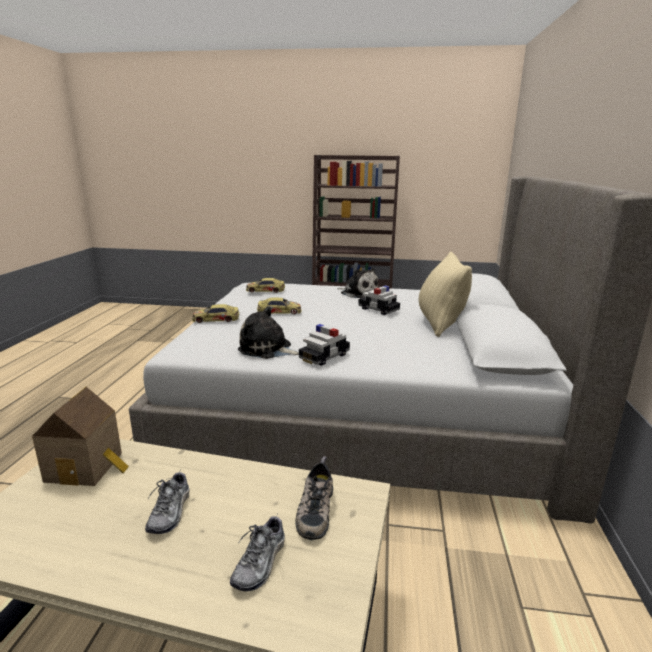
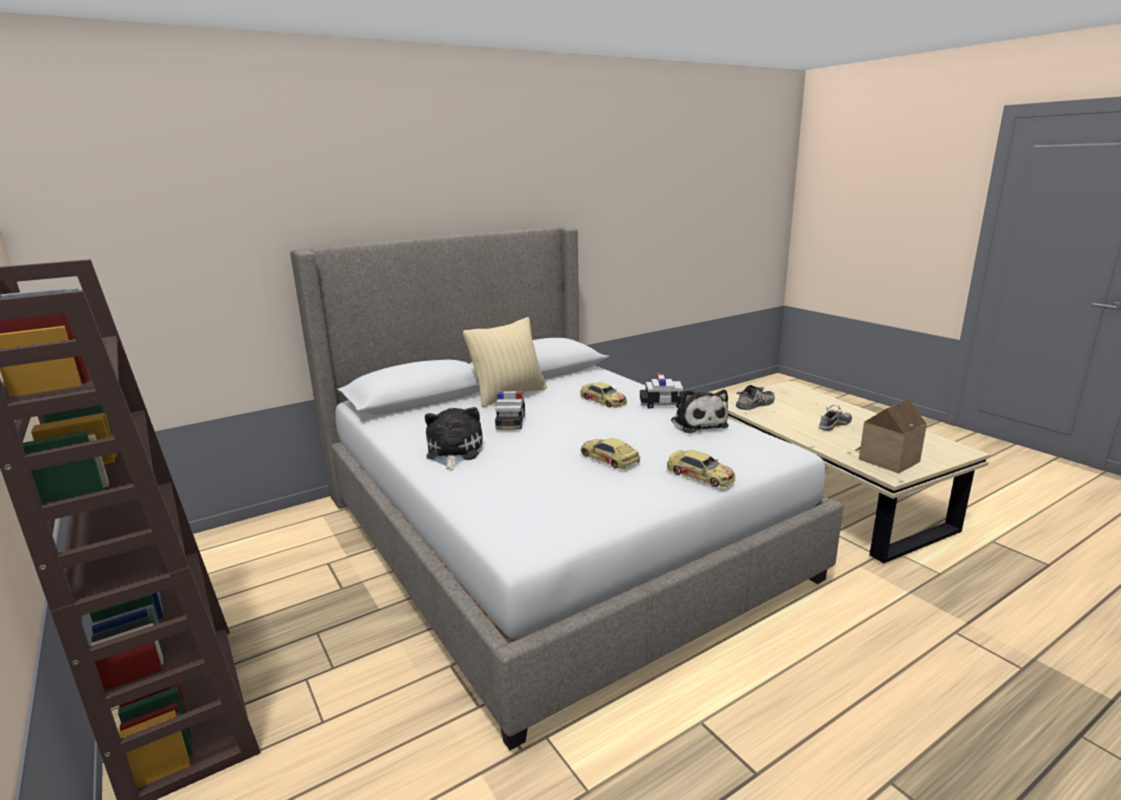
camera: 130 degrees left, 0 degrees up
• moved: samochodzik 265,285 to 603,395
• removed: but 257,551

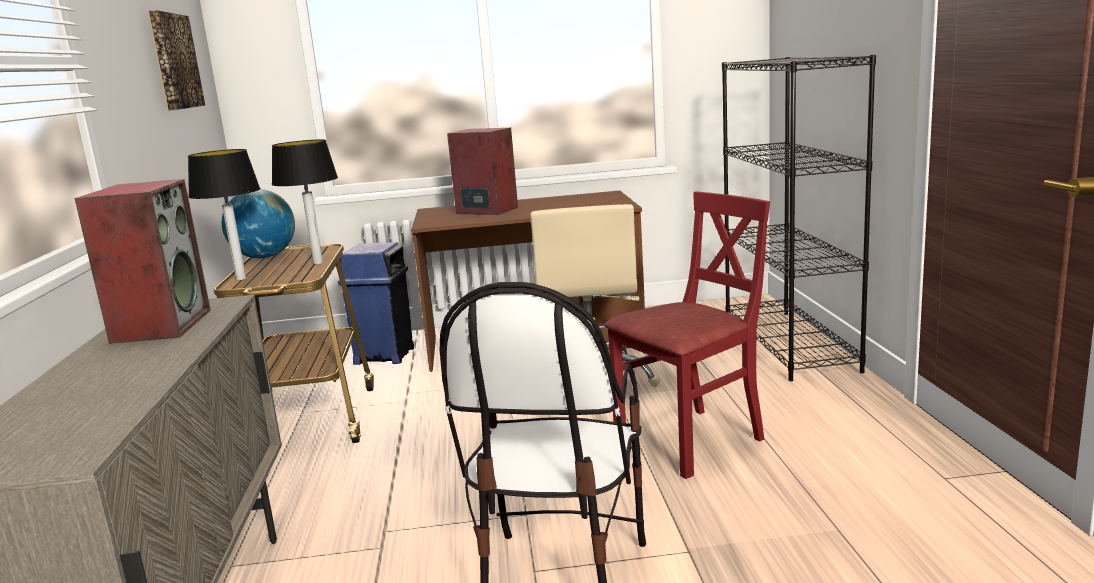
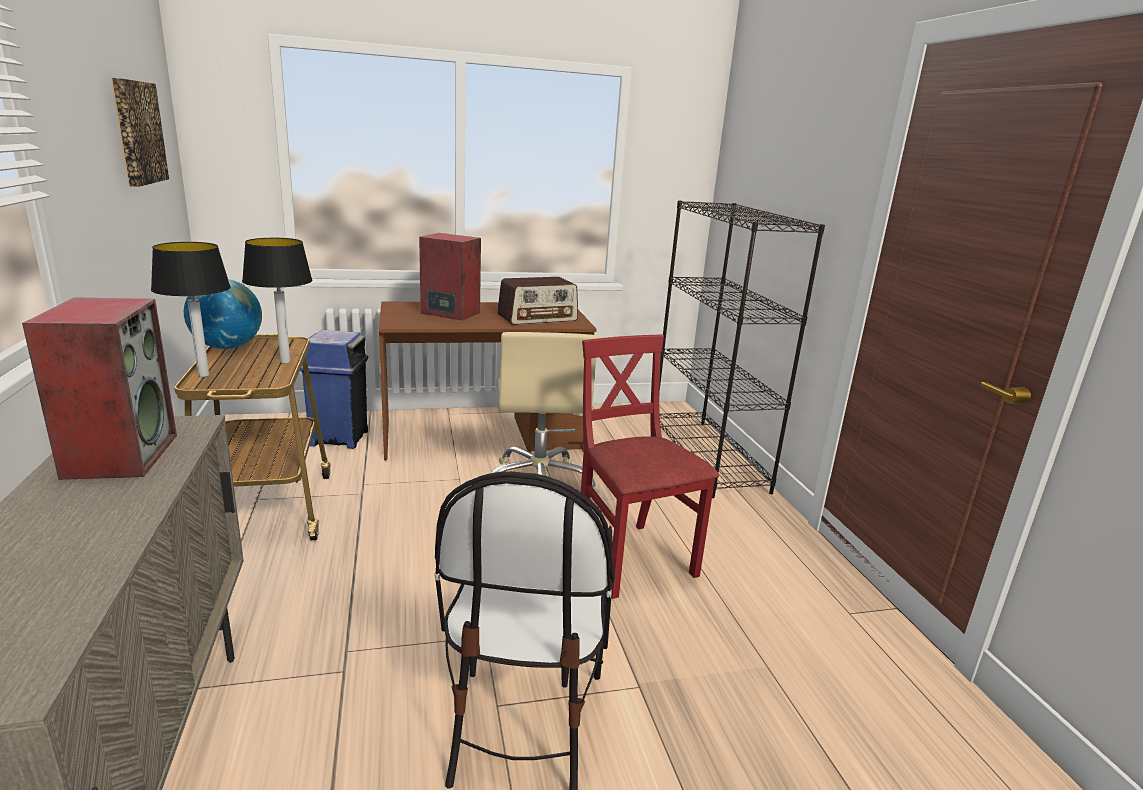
camera: 10 degrees left, 5 degrees up
• turned: krzesło/czerwony 687,335 = 650,467 75 degrees counterclockwise
• added: radio 537,301

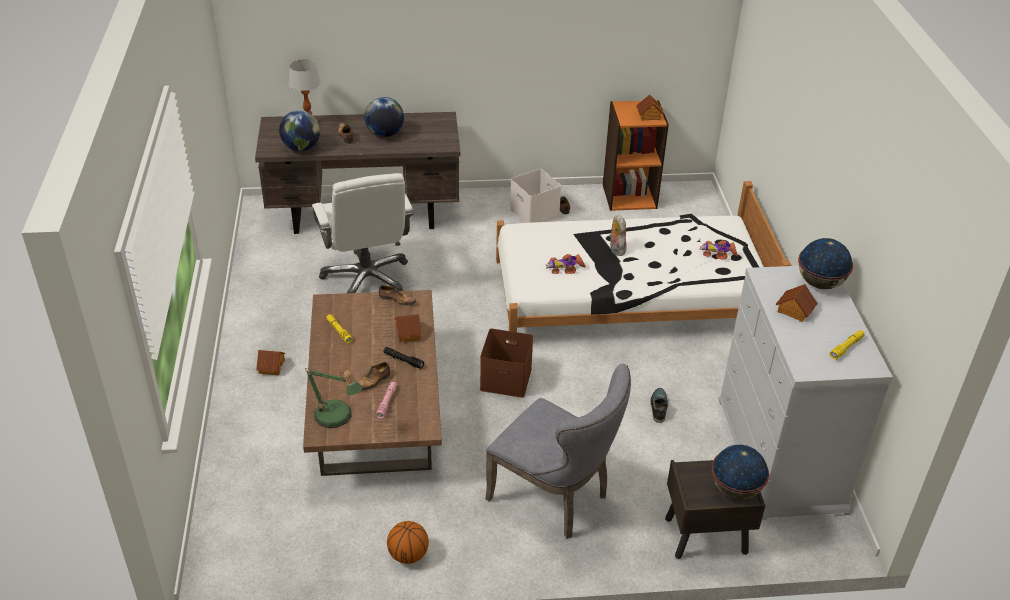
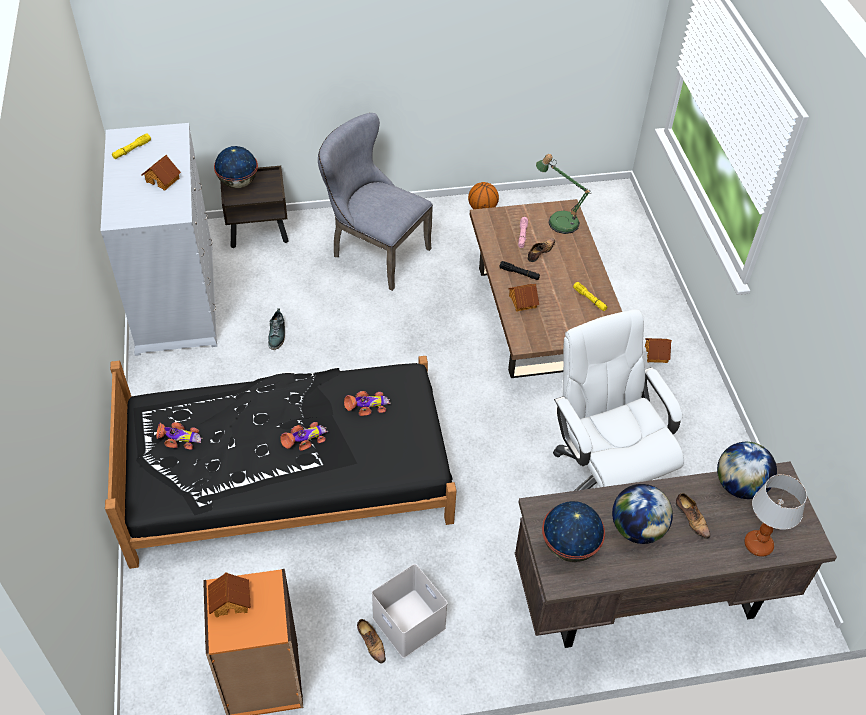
camera: 175 degrees right, 10 degrees up
• recoloured: łóżko/biały 644,262 to łóżko/czarny 281,462
• replaced: pluszak 618,235 to samochodzik 304,436
• moved: globus 825,263 to 573,531
• removed: but 397,295
• removed: pojemnik do przechowywania/brązowy 506,363

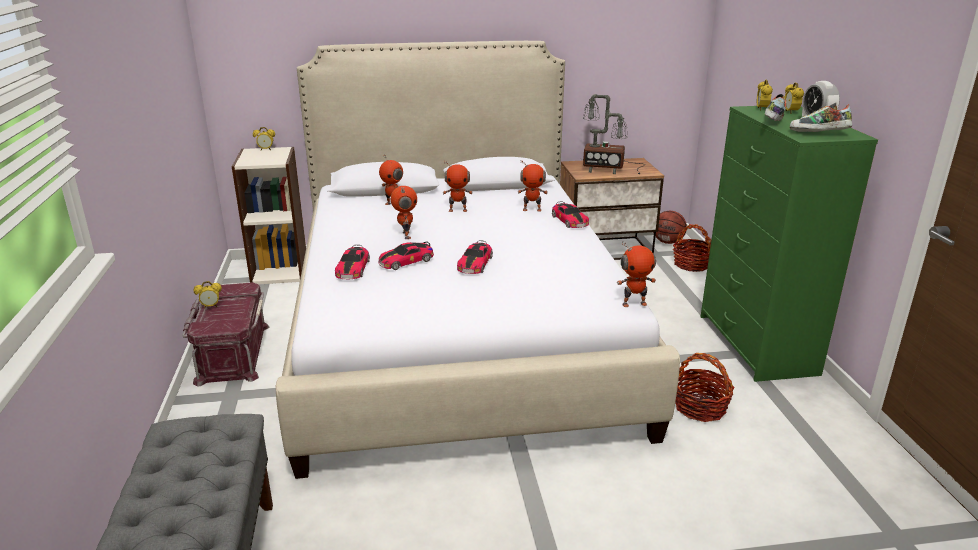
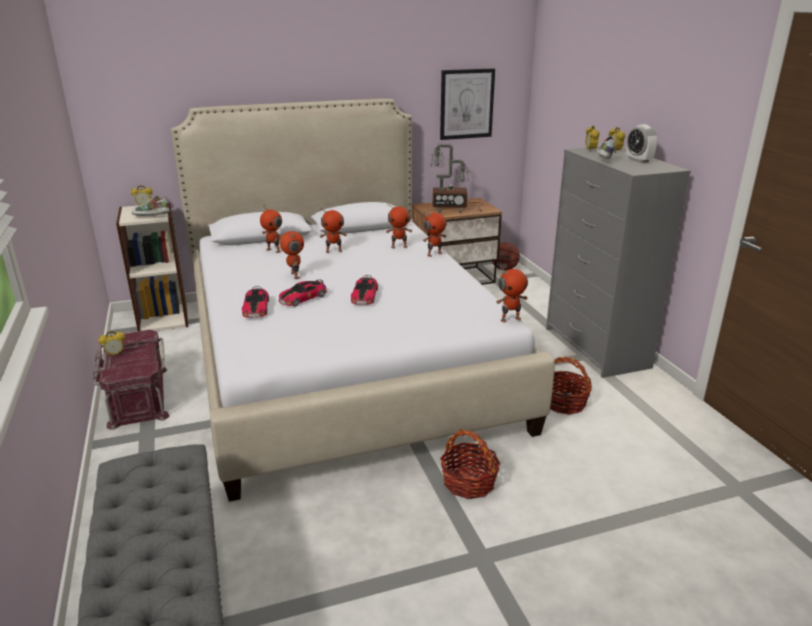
camera: 10 degrees left, 0 degrees up
• moved: but 821,117 to 151,206
• recoloured: komoda/zielony 789,244 to komoda/szary 618,262
• replaced: samochodzik 570,214 to robot zabawkowy 434,234
• moved: koszyk 692,248 to 470,464
• added: obraz 467,104

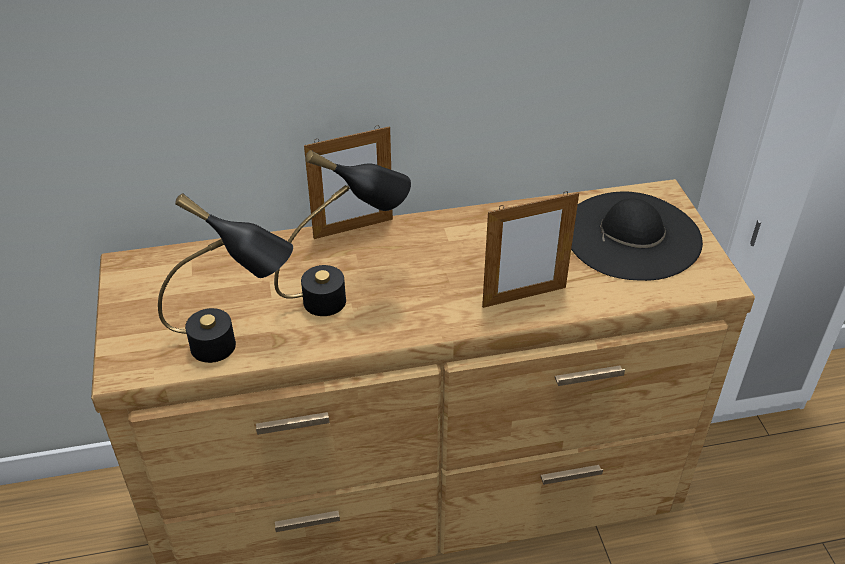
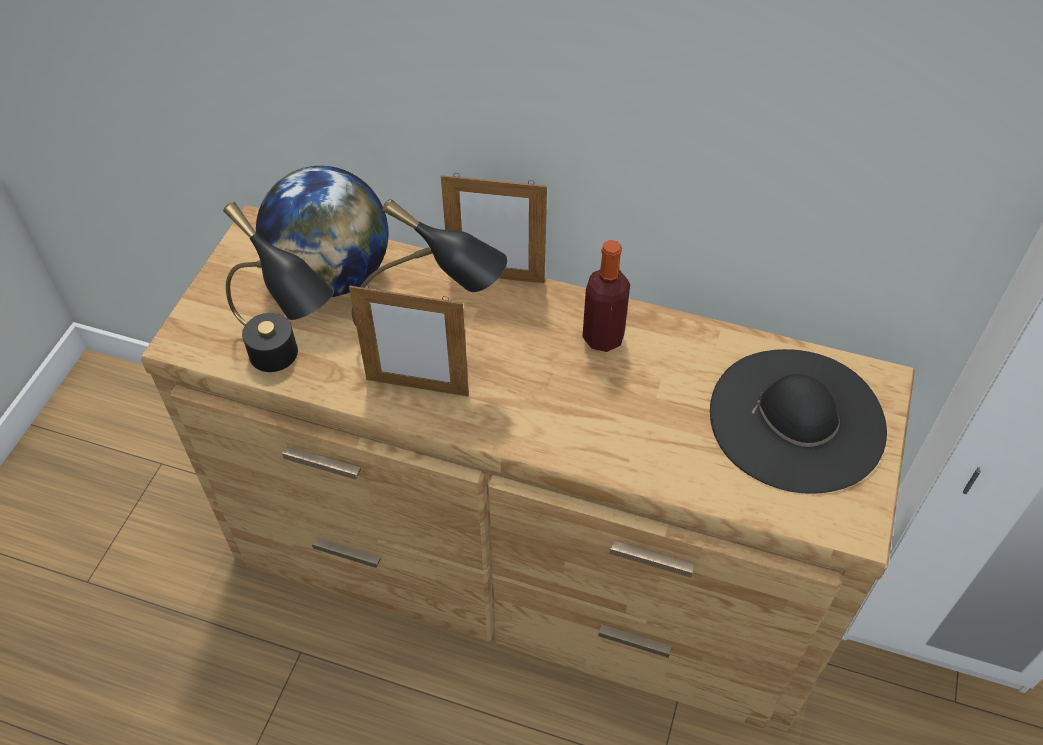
camera: 30 degrees right, 10 degrees up
• moved: ramka na zdjęcie 530,249 to 409,340
• added: globus 322,231
• added: butelka 606,296

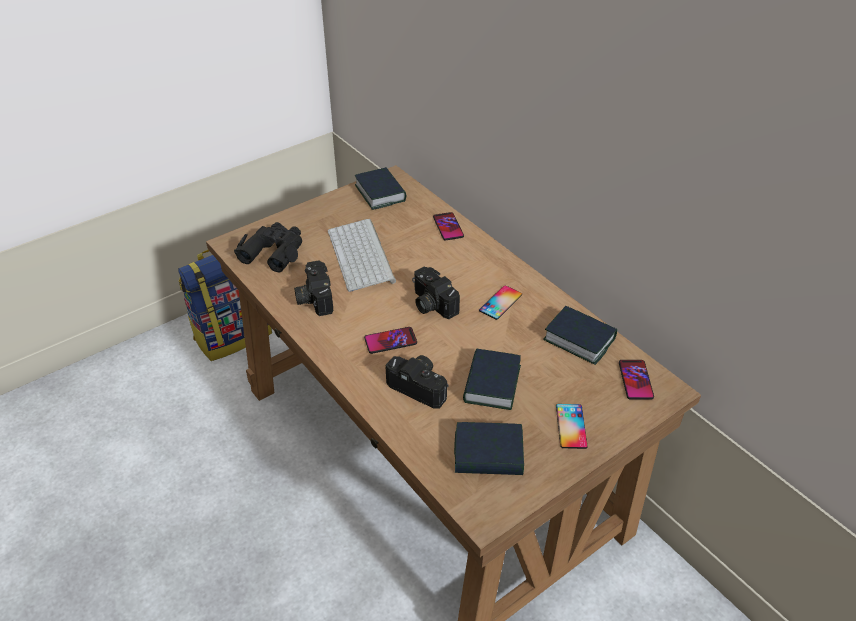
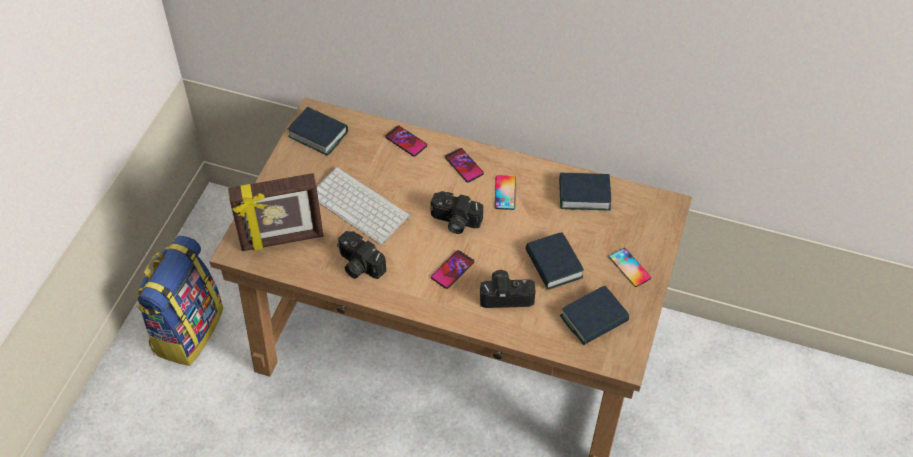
camera: 35 degrees left, 10 degrees up
• replaced: lornetka/czarny 268,247 to ramka na zdjęcie 275,212
• moved: telefon 636,380 to 464,165

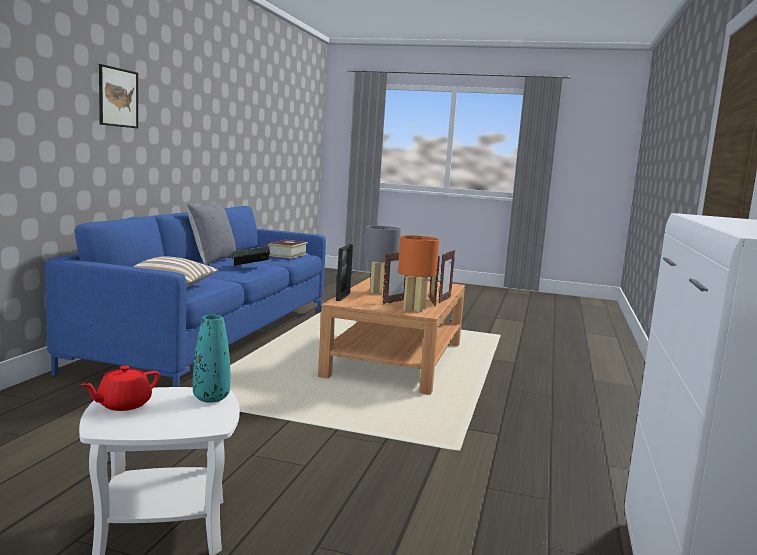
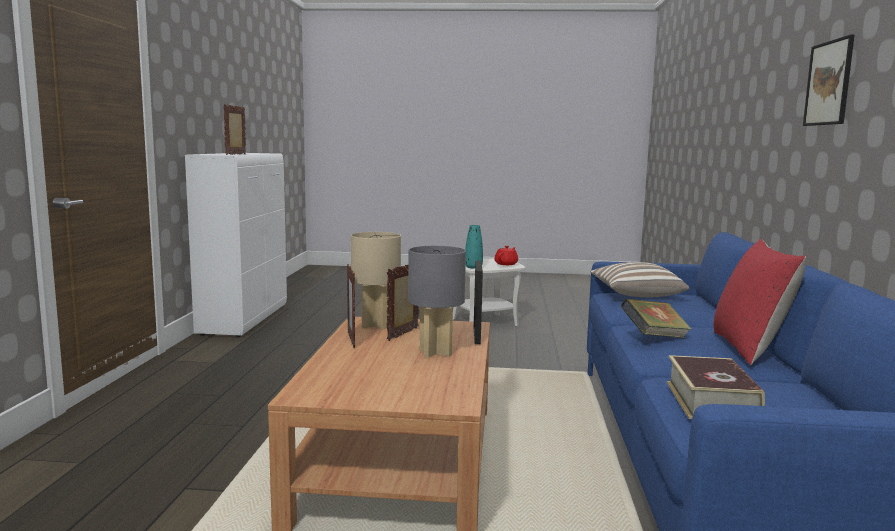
camera: 170 degrees right, 0 degrees up
• recoloured: poduszka/szary 211,233 to poduszka/czerwony 760,302
• recoloured: lampa stołowa/pomarańczowy 418,273 to lampa stołowa/beżowy 376,280
• moved: ramka na zdjęcie 446,276 to 234,129

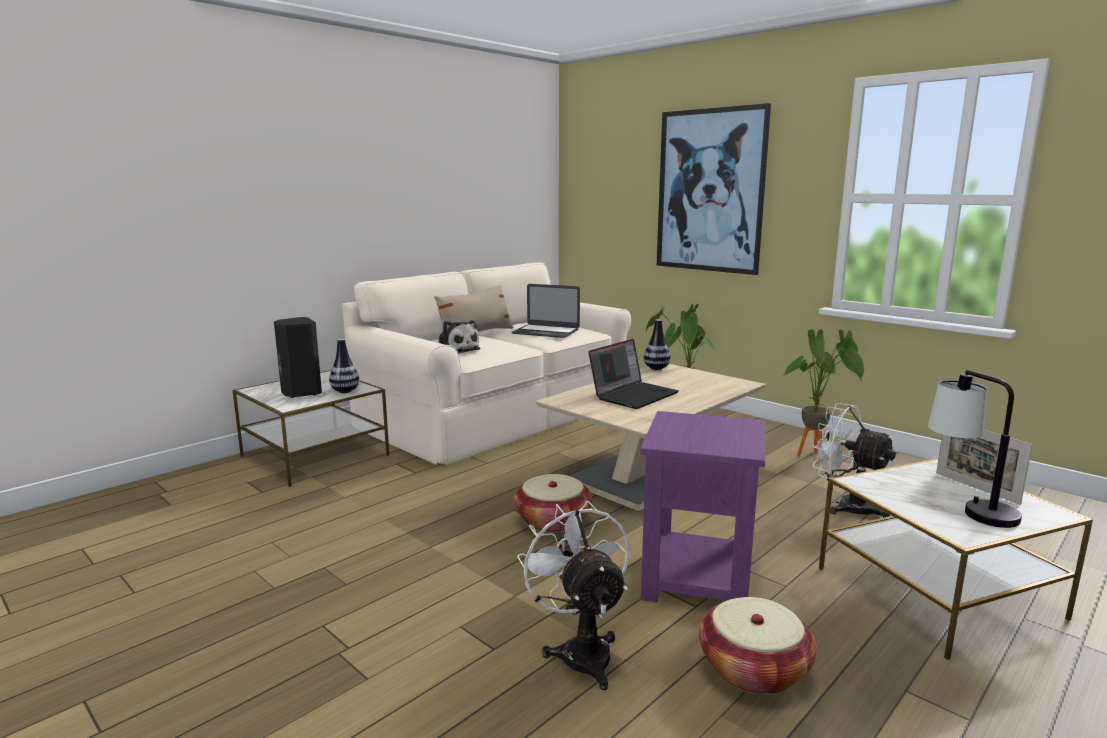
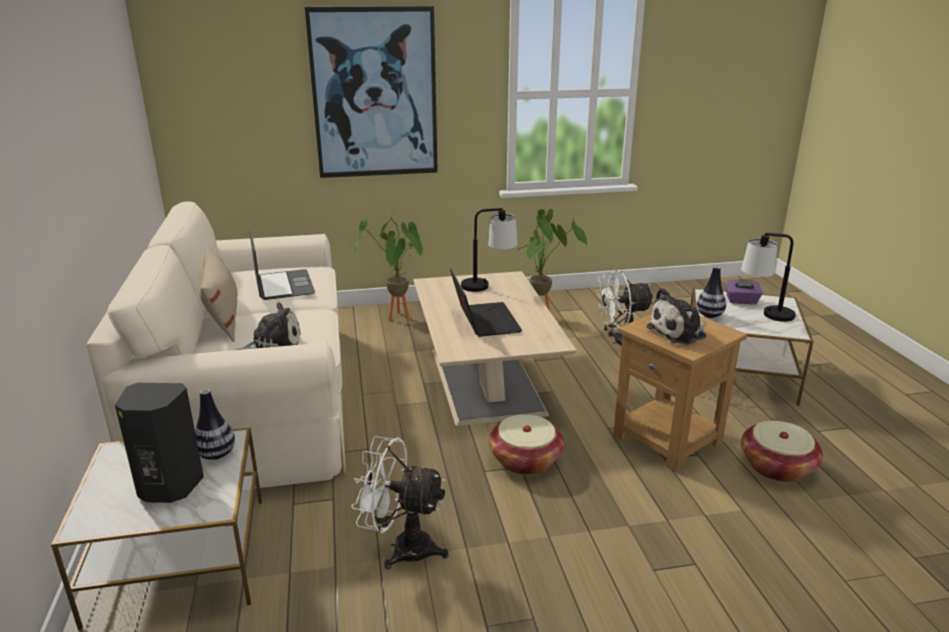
camera: 55 degrees left, 10 degrees up
• turned: laptop 545,311 = 282,264 75 degrees counterclockwise
• moved: wazon 657,344 to 711,292
• recoloured: stolik/fioletowy 702,507 to stolik/brązowy 680,393
• replaced: ramka na zdjęcie 984,467 to pudełko chusteczek/fioletowy 744,291
• moved: wentylator/biały 573,595 to 400,502
• added: lampa stołowa 489,250
• added: pluszak 676,316

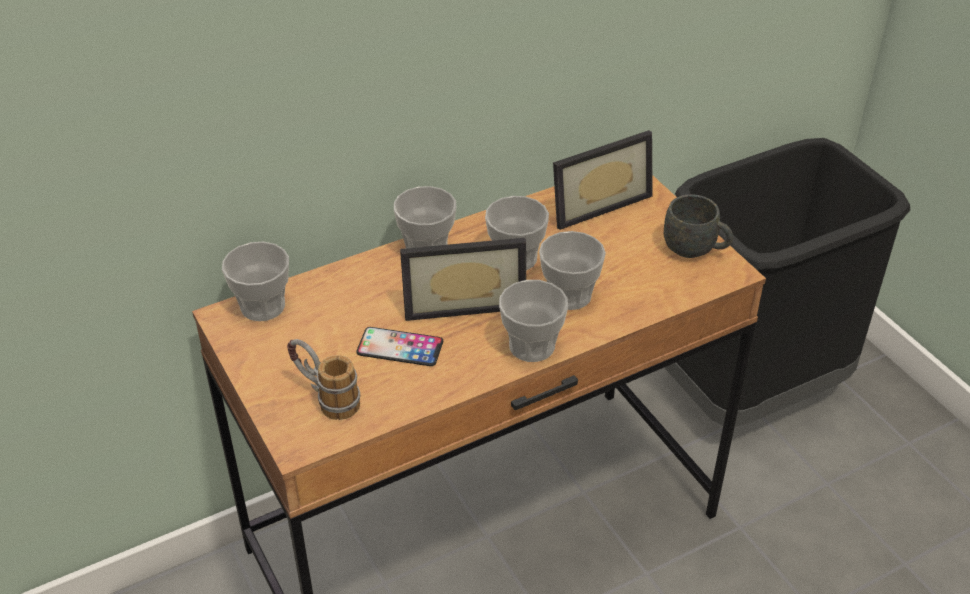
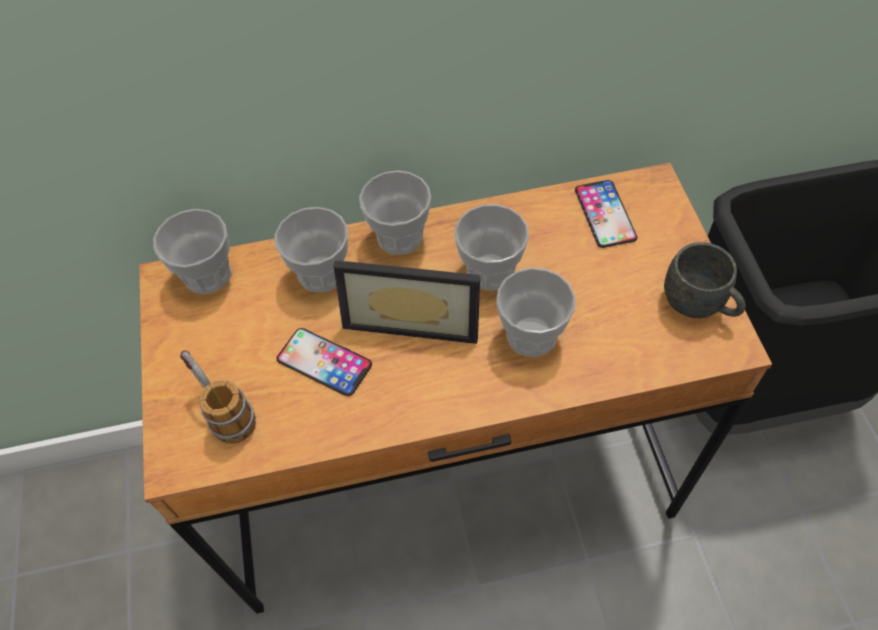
camera: 20 degrees right, 15 degrees up
• replaced: ramka na zdjęcie 603,180 to telefon 606,214
• moved: filiżanka 533,321 to 311,250

